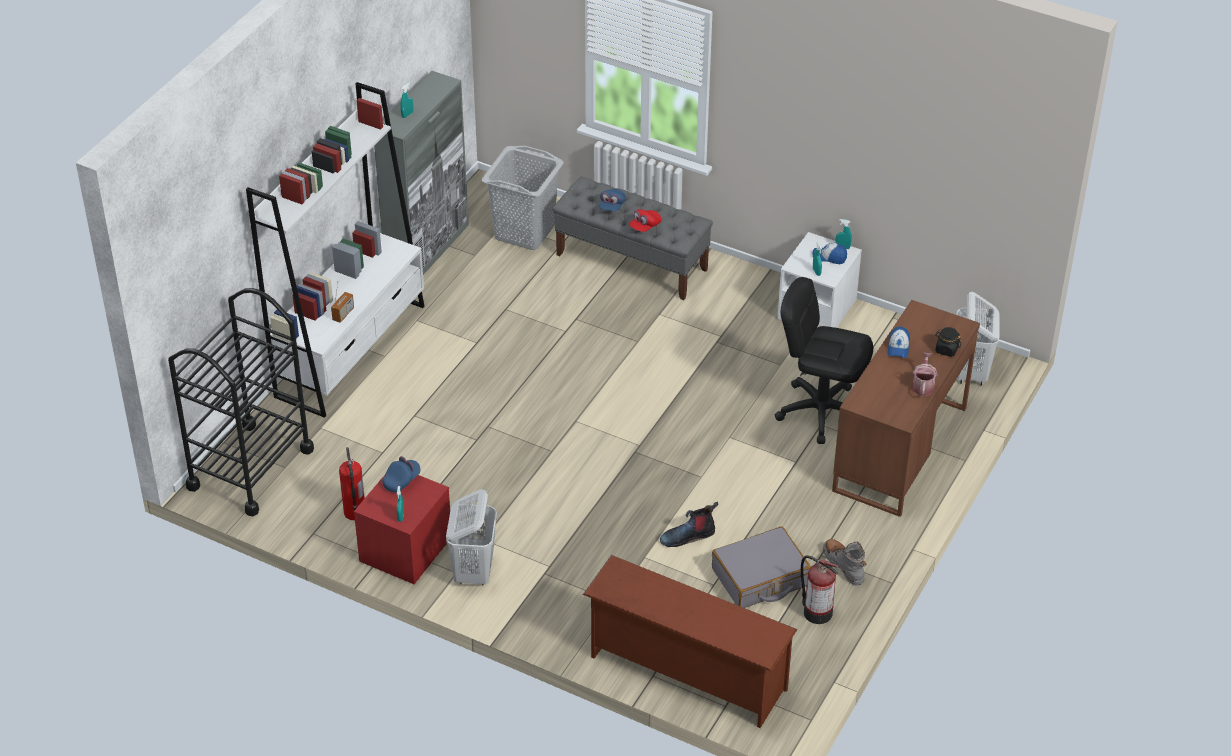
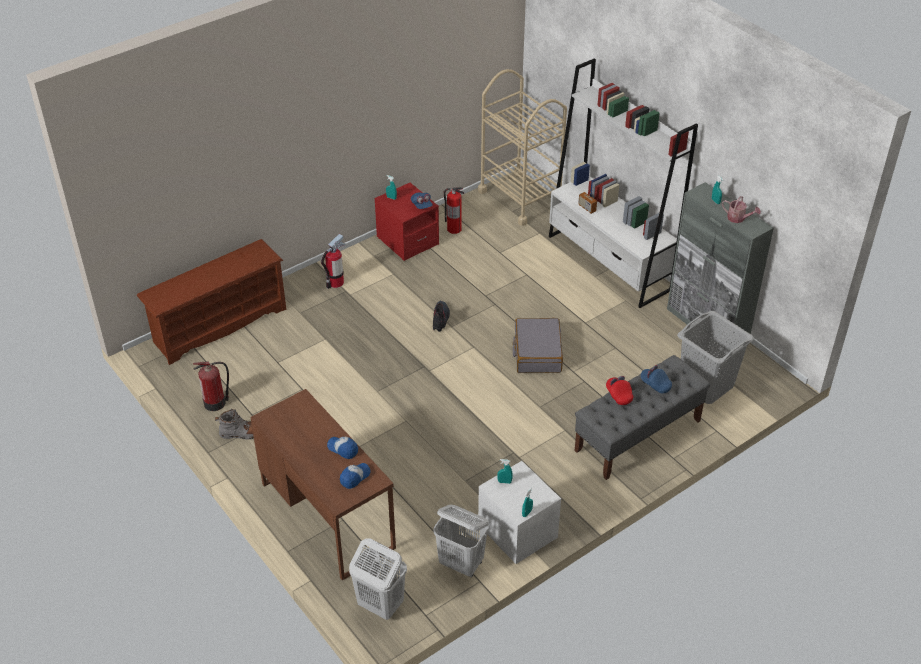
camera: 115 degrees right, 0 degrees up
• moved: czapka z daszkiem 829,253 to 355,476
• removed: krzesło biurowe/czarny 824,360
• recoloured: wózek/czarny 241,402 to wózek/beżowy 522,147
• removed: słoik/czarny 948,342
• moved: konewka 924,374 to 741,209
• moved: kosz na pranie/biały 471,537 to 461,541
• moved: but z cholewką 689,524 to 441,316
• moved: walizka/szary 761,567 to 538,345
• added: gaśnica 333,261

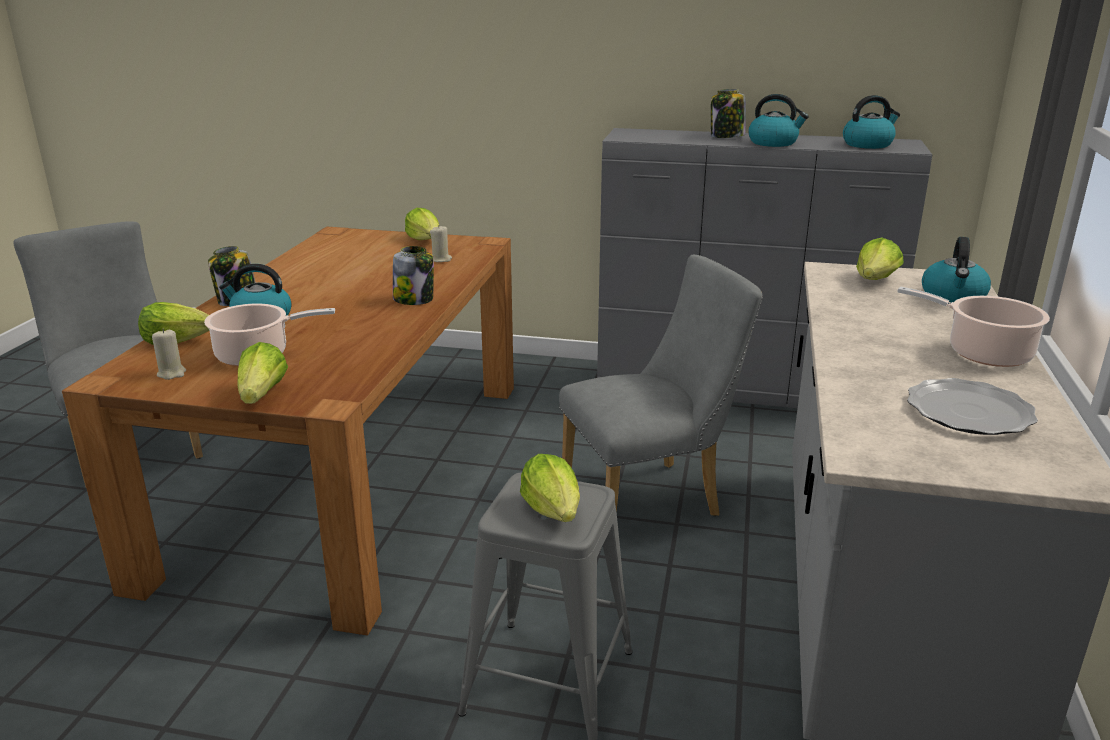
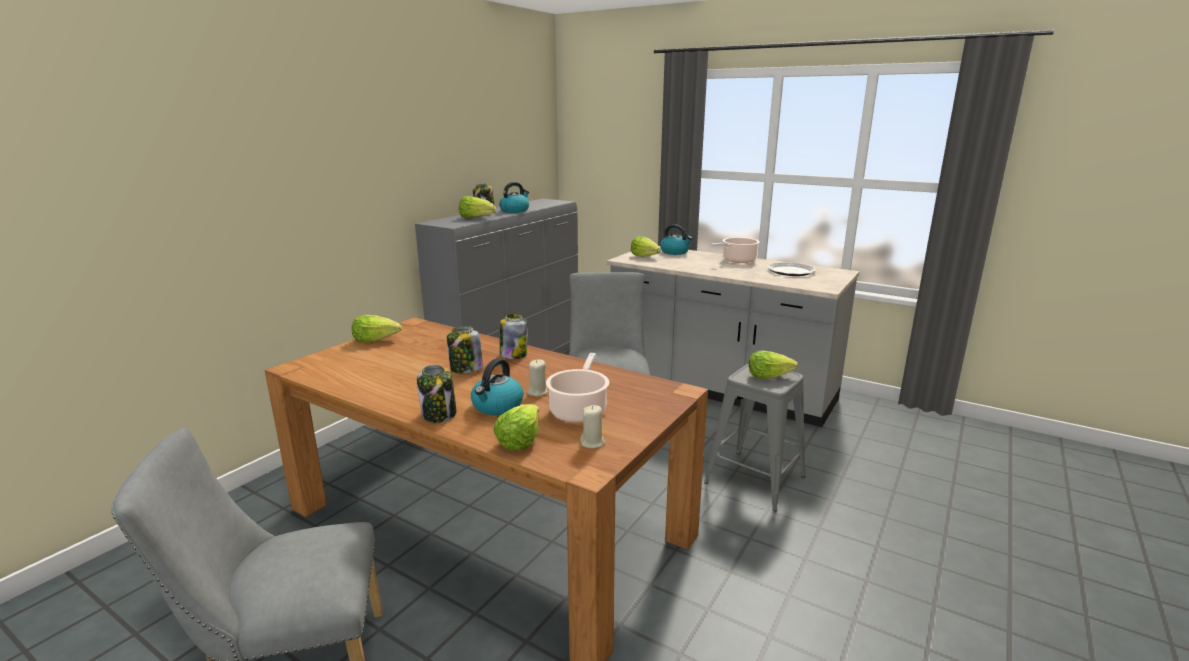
camera: 70 degrees left, 5 degrees down
• removed: czajnik 871,122
• moved: świeca/beżowy 441,244 to 537,378
• moved: sałata 263,373 to 477,207
• added: słoik 465,349

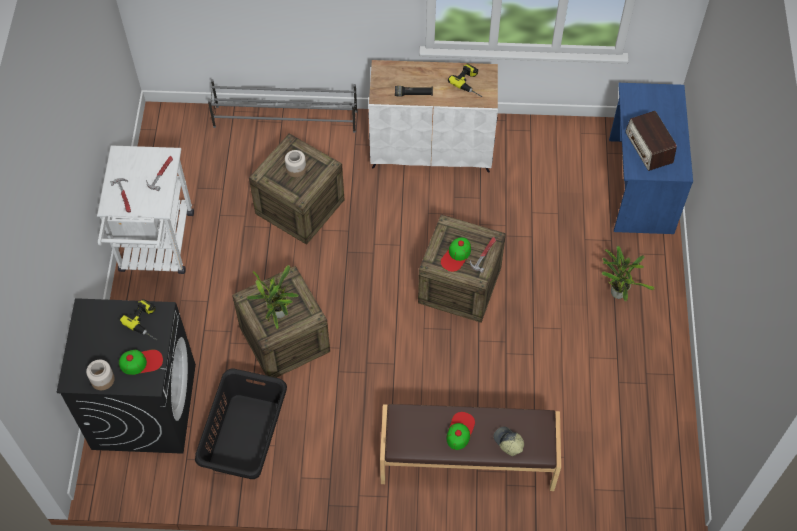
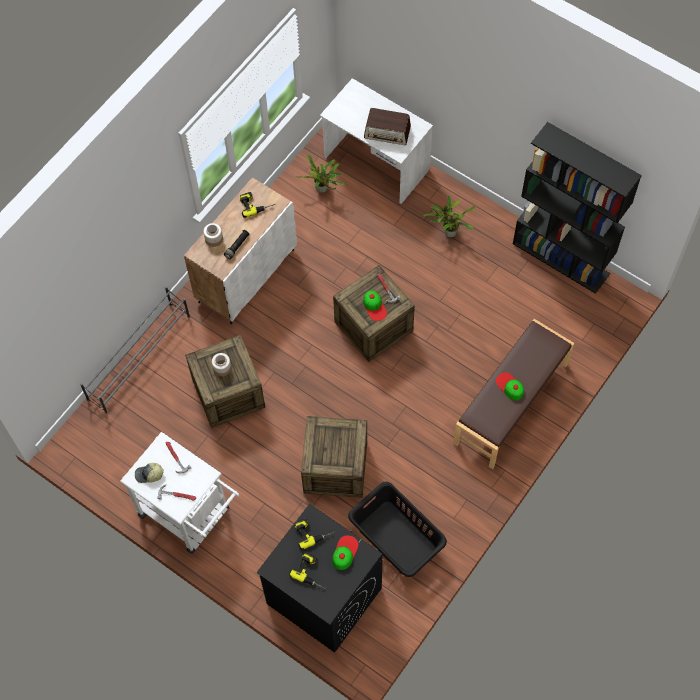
camera: 55 degrees left, 5 degrees up
• recoloured: biurko/niebieski 651,158 to biurko/biały 376,141
• moved: roślina doniczkowa 273,297 to 321,173
• moved: słoik 100,375 to 213,235
• moved: czapka z daszkiem 508,441 to 149,473
• added: regał/czarny 577,208
• added: wiertarka 307,571

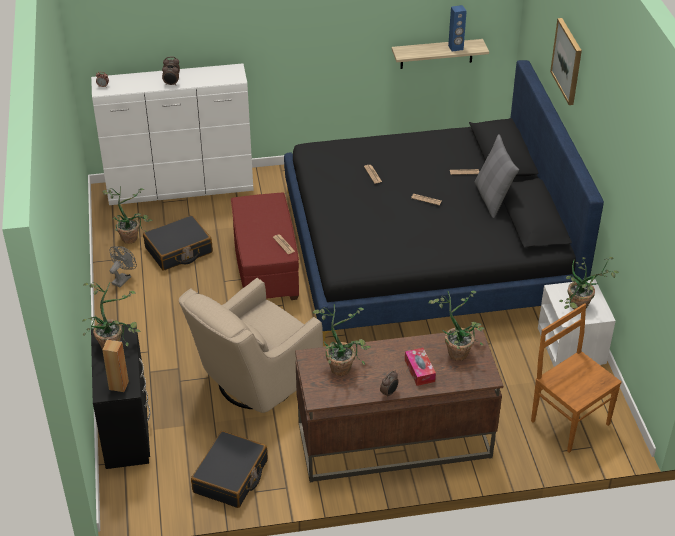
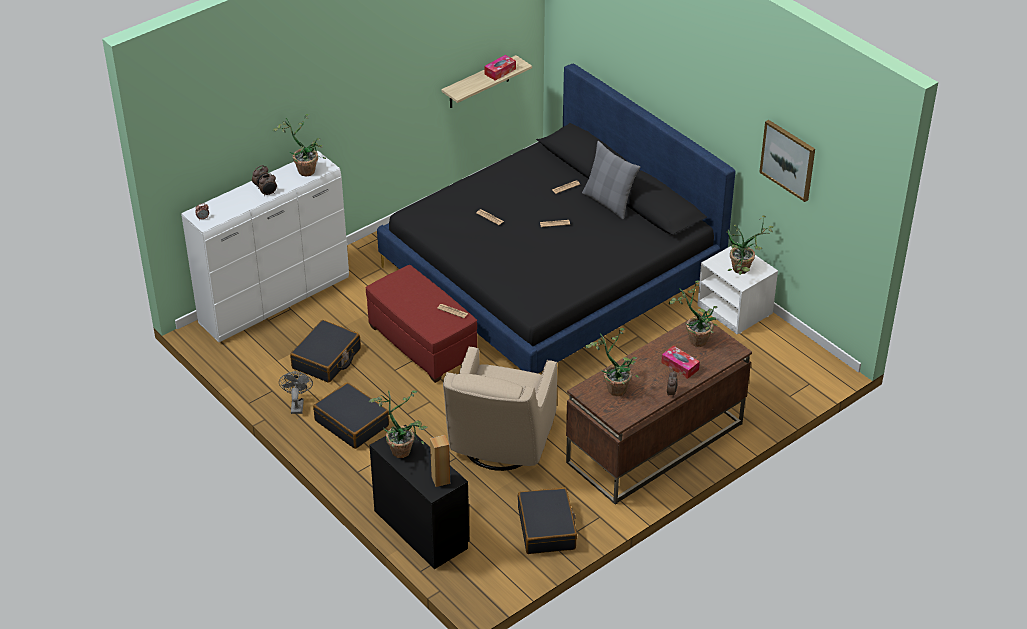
camera: 30 degrees left, 0 degrees up
• replaced: głośnik/niebieski 457,28 to pudełko chusteczek 500,68
• moved: obraz 566,61 to 787,161
• moved: roślina doniczkowa 127,215 to 299,145
• removed: krzesło/brązowy 576,378
• added: walizka/czarny 351,415

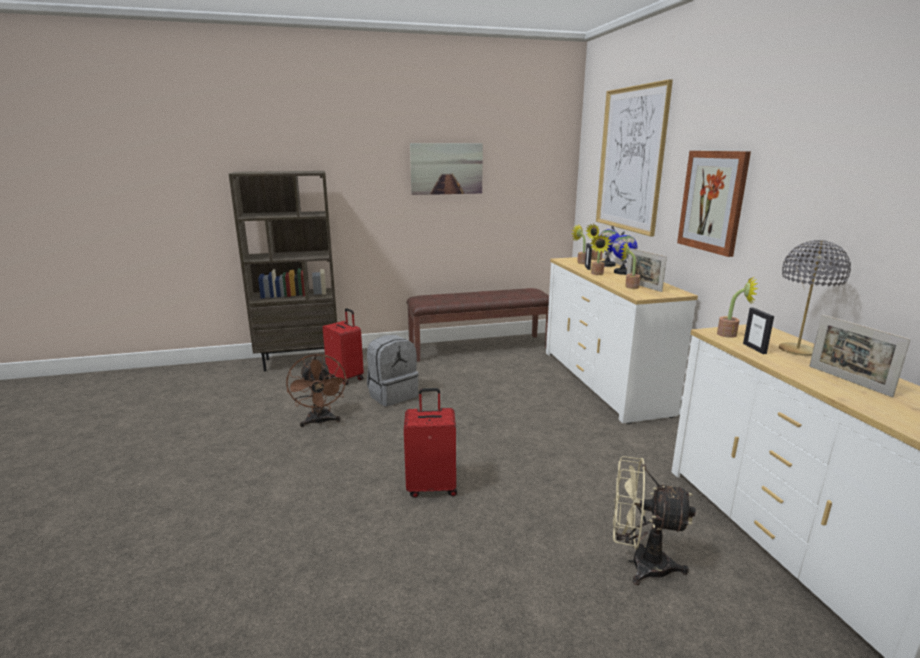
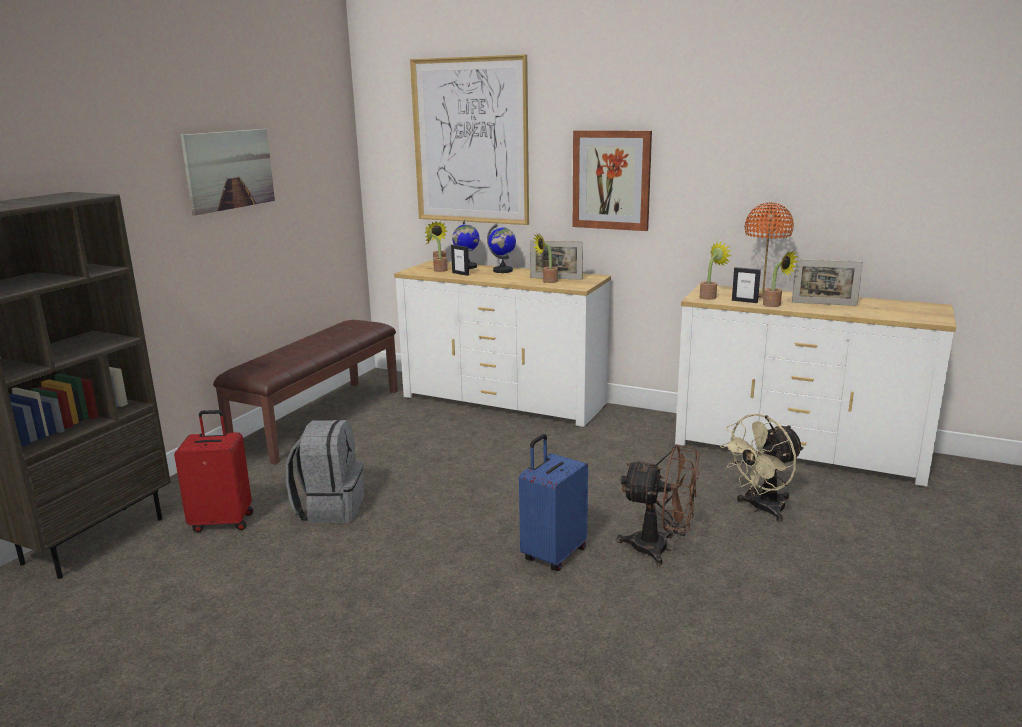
camera: 50 degrees left, 0 degrees up
• moved: roślina doniczkowa 600,254 to 781,278
• recoloured: lampa stołowa/szary 815,298 to lampa stołowa/pomarańczowy 769,250
• moved: wentylator/brązowy 316,390 to 658,505
• recoloured: walizka/czerwony 430,443 to walizka/niebieski 553,502

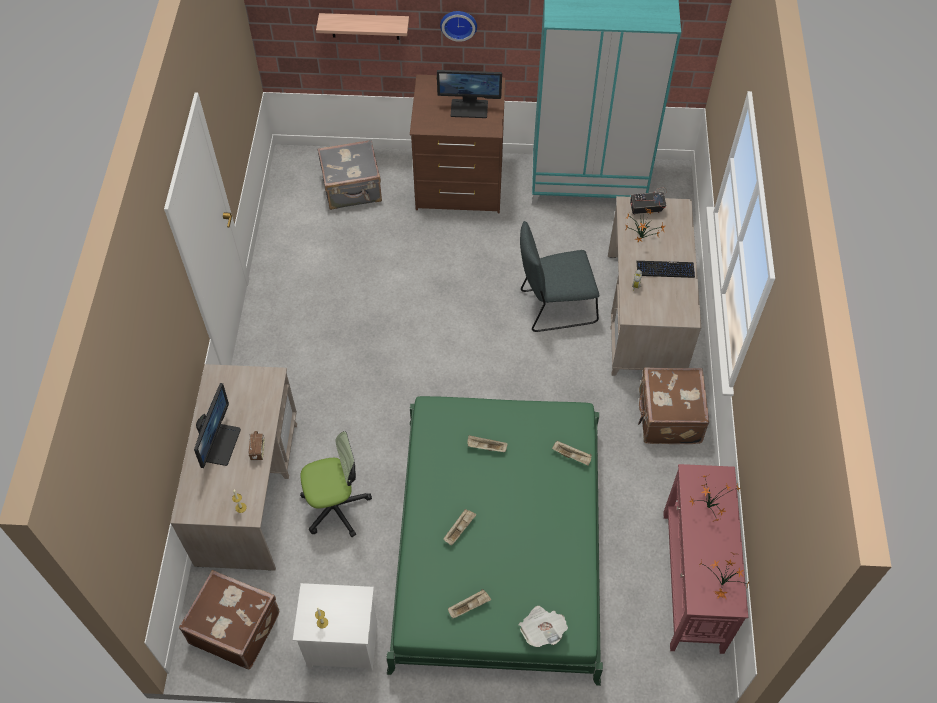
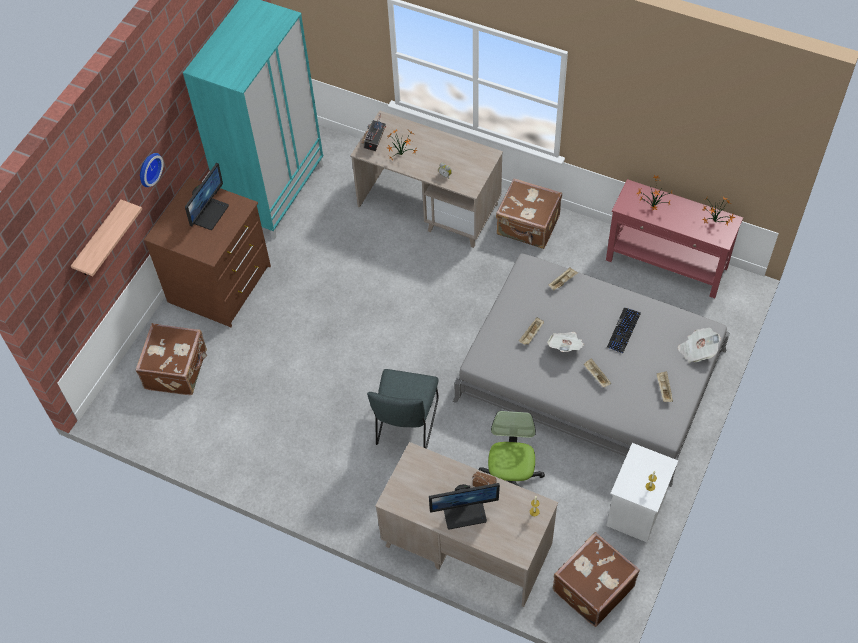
camera: 65 degrees left, 0 degrees up
• recoloured: walizka/szary 350,175 to walizka/brązowy 171,359
• moved: krzesło/szary 559,276 to 403,409
• moved: klawiatura 665,269 to 624,331
• turned: monitor 217,425 = 464,506 135 degrees clockwise
• recoloured: łóżko/zielony 494,541 to łóżko/szary 591,370
• added: gazeta 565,342

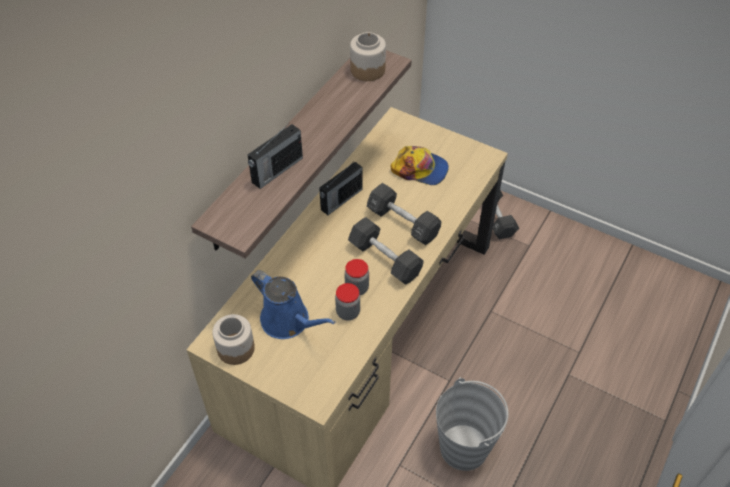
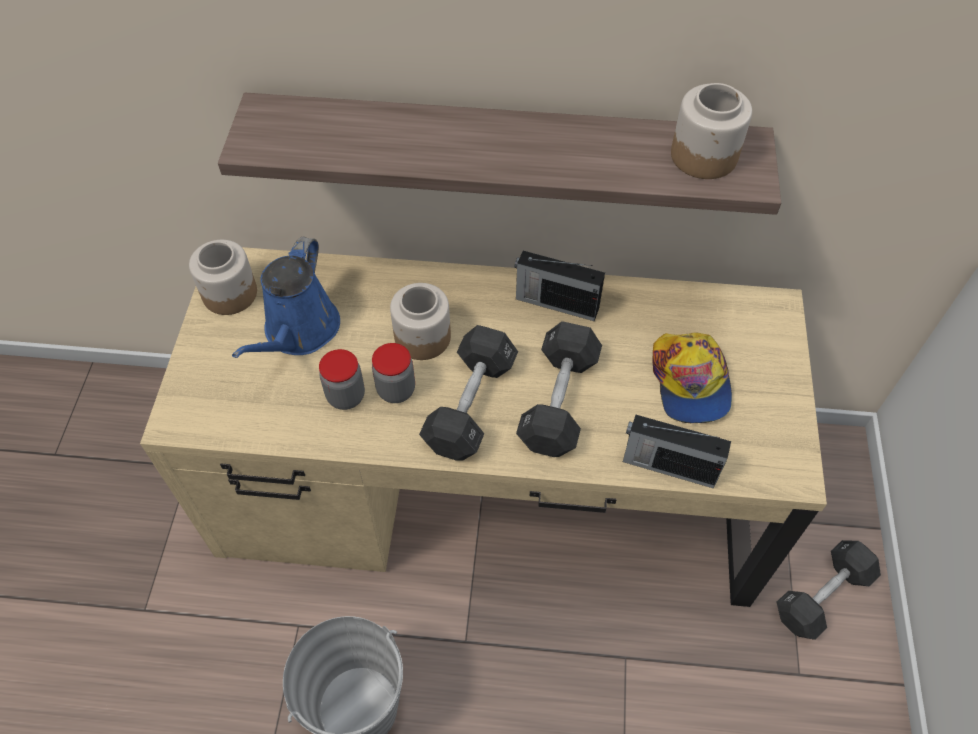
camera: 65 degrees right, 5 degrees up
• moved: radio 275,156 to 677,451
• added: słoik 420,321

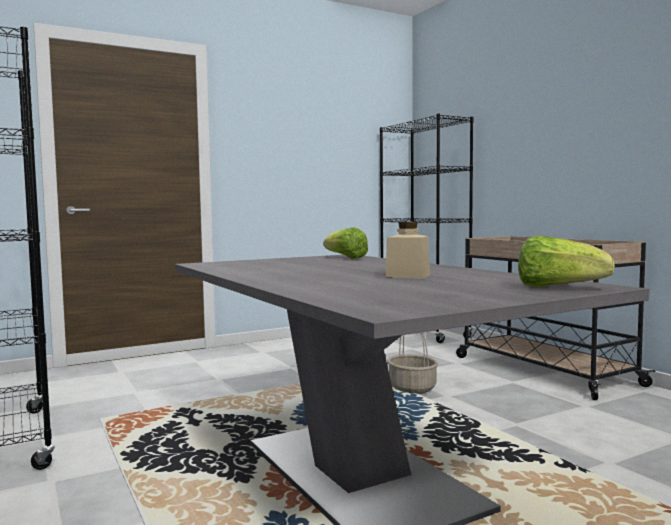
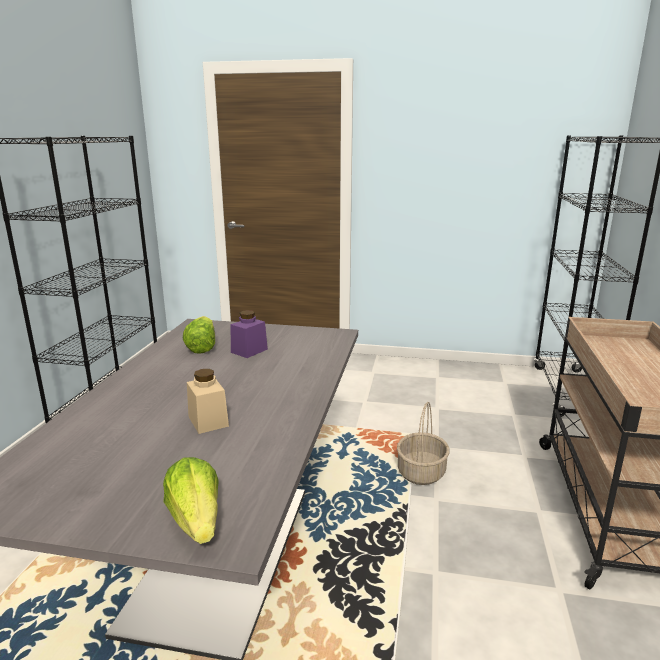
camera: 40 degrees right, 15 degrees up
• moved: sałata 345,243 to 199,335
• added: słoik/fioletowy 249,334

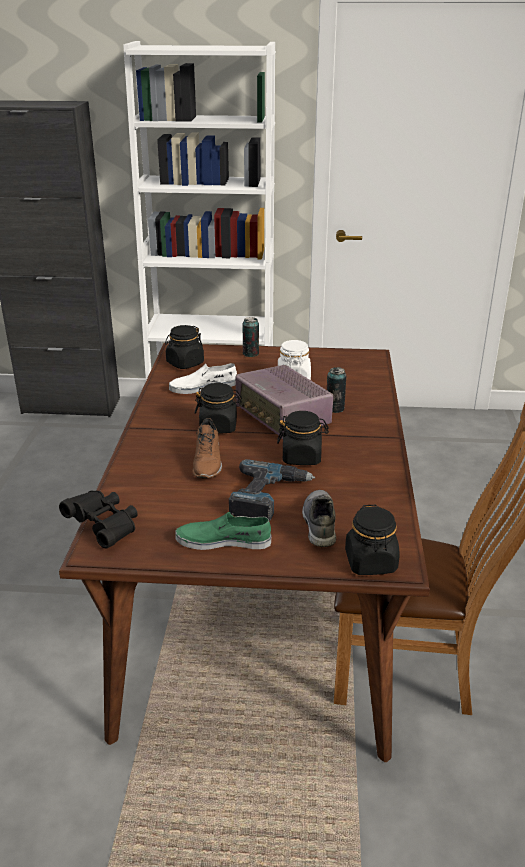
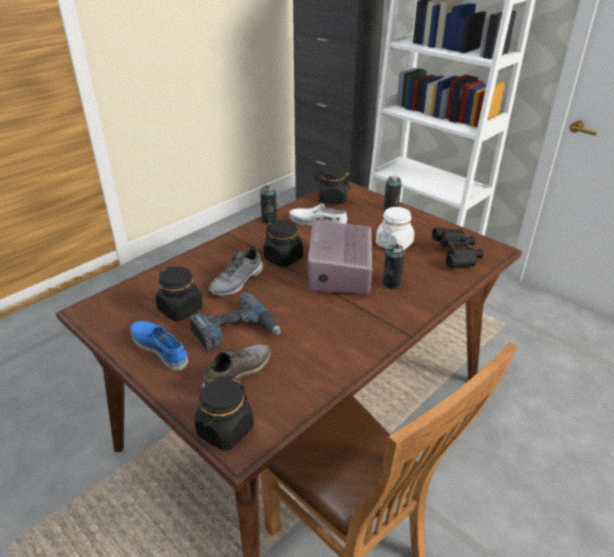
camera: 40 degrees right, 5 degrees up
• moved: słoik/czarny 303,438 to 179,293
• recoloured: but/brązowy 207,448 to but/szary 235,271
• moved: lornetka/czarny 98,519 to 457,247
• recoloured: but/zielony 223,531 to but/niebieski 159,345
• added: puszka 268,204

